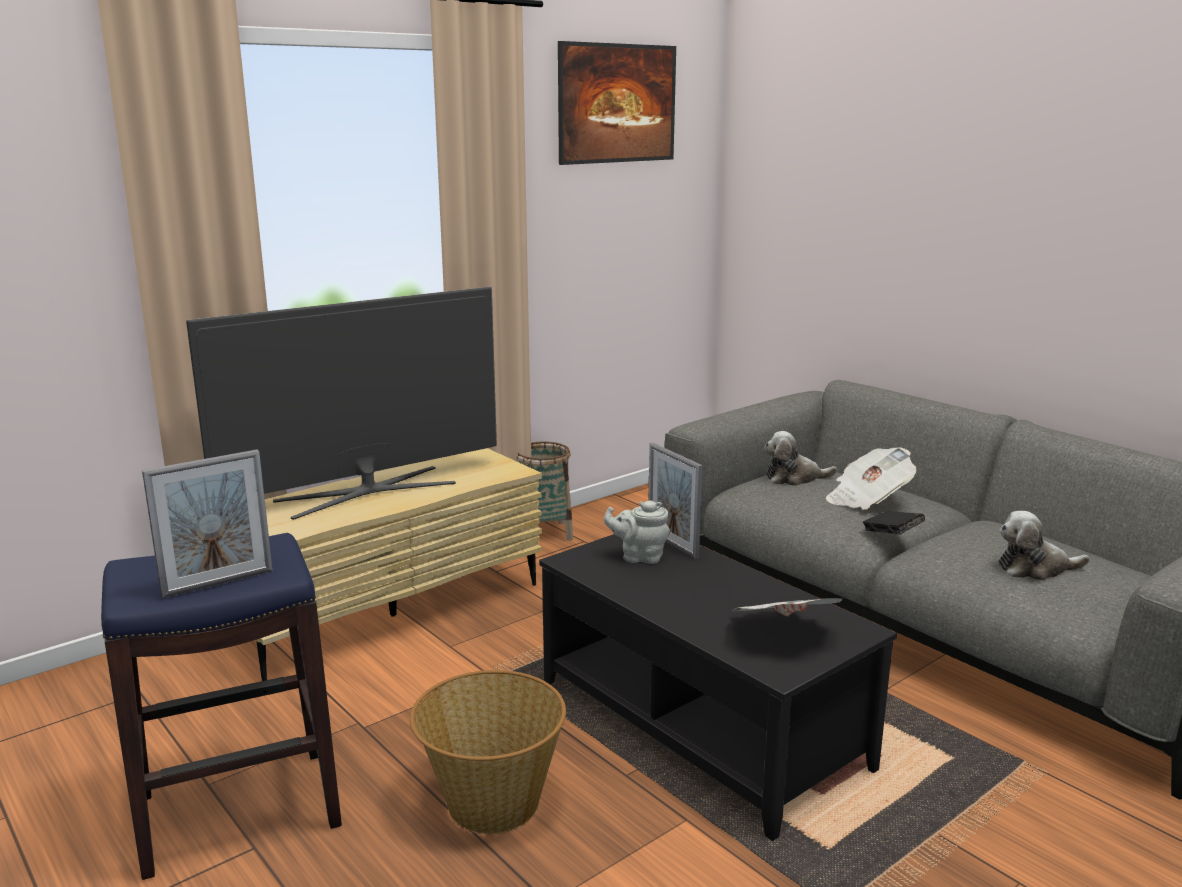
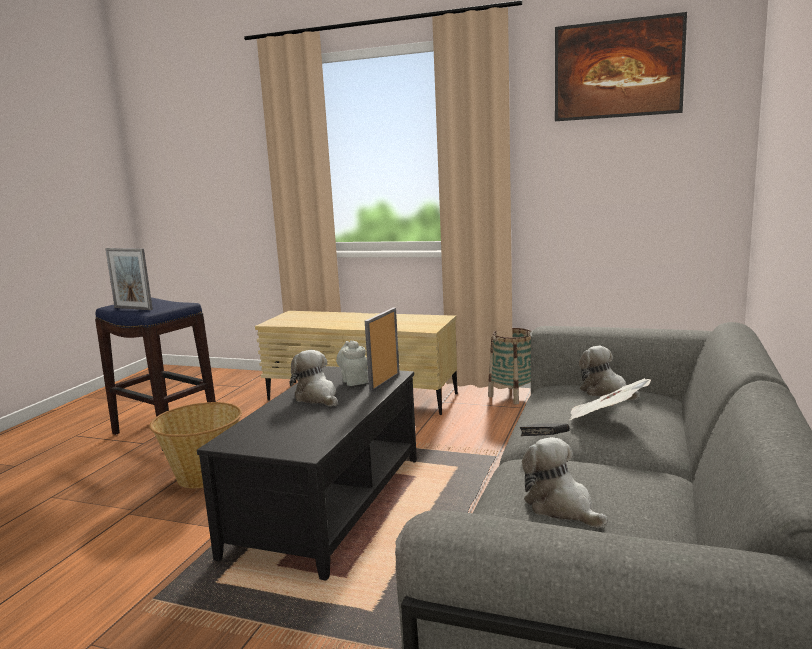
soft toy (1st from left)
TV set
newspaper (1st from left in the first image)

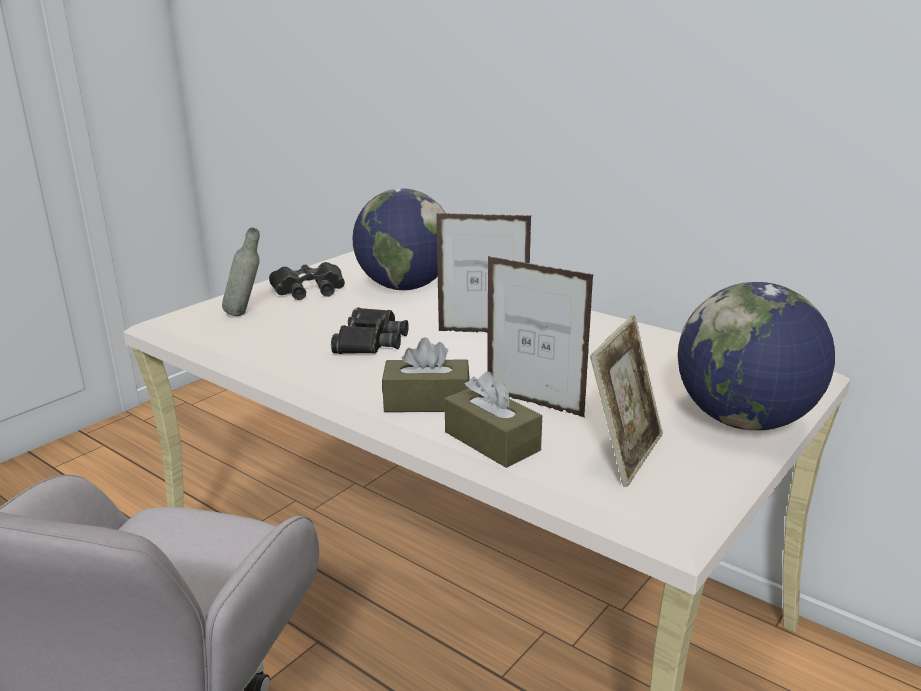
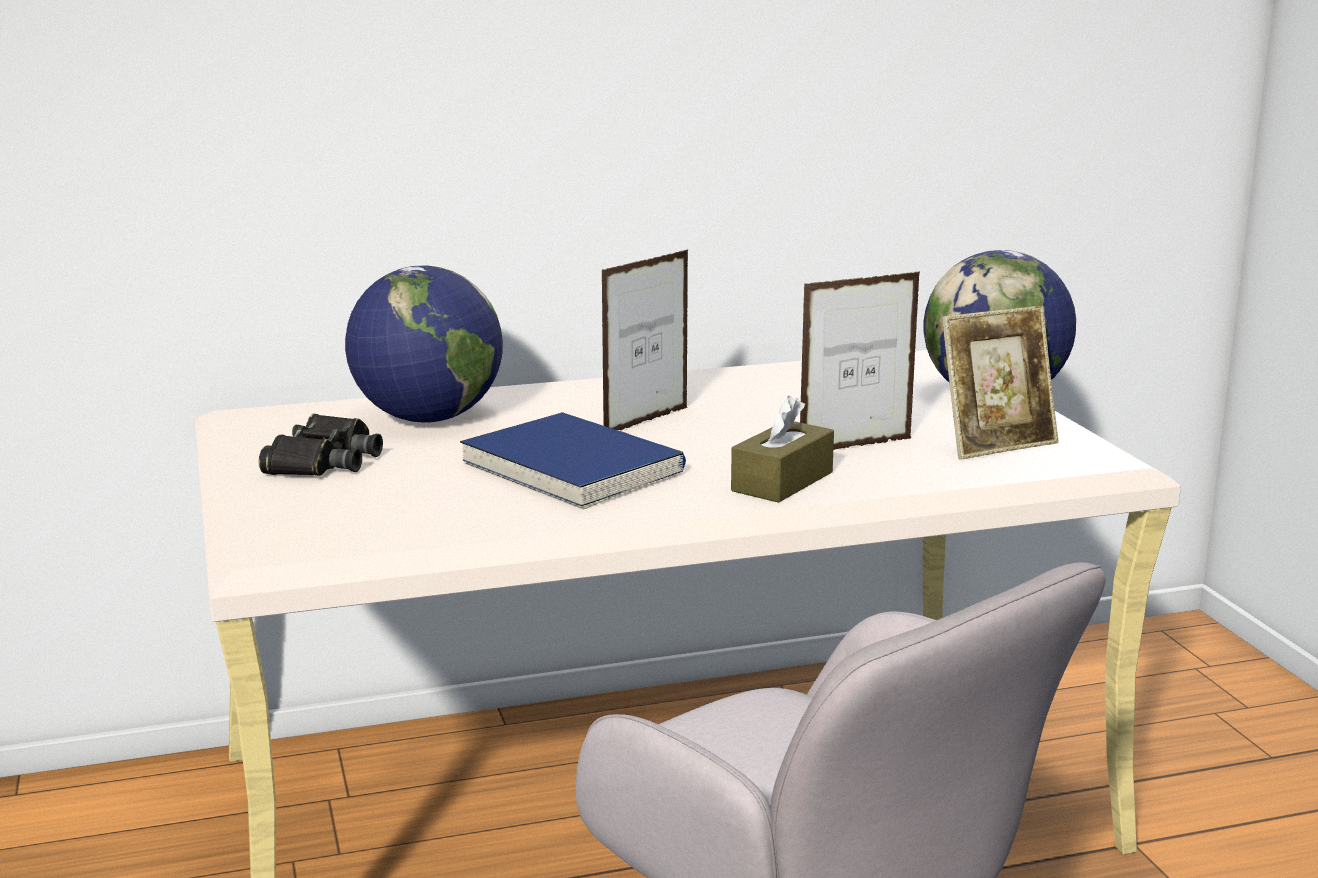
bluish bound book
picture frame (3rd from left)
greyish drink bottle
brown-coloured tissue box (2nd from left in the first image)

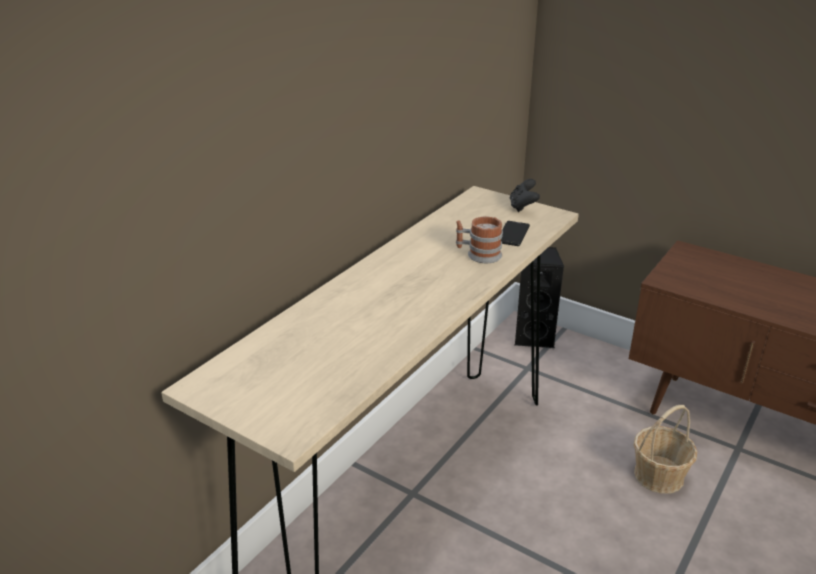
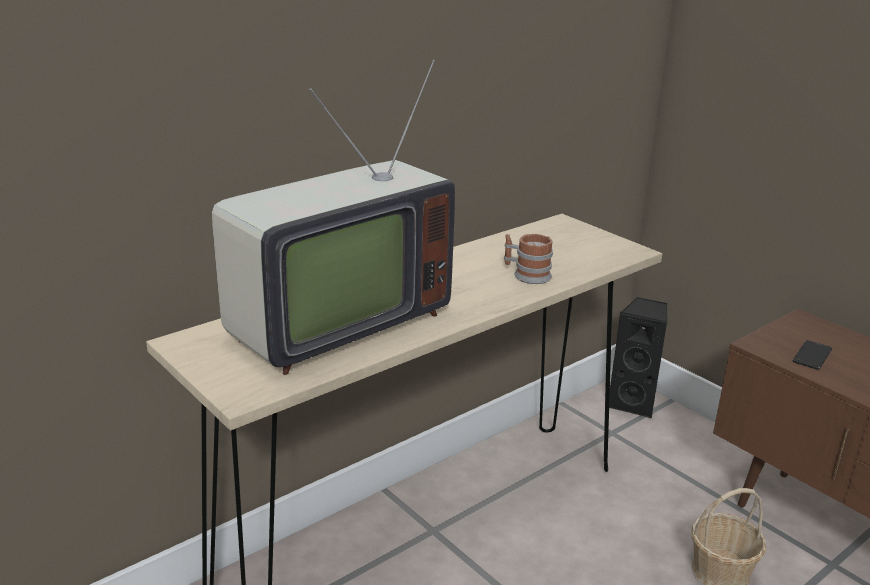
TV set
phone
blackish gamepad

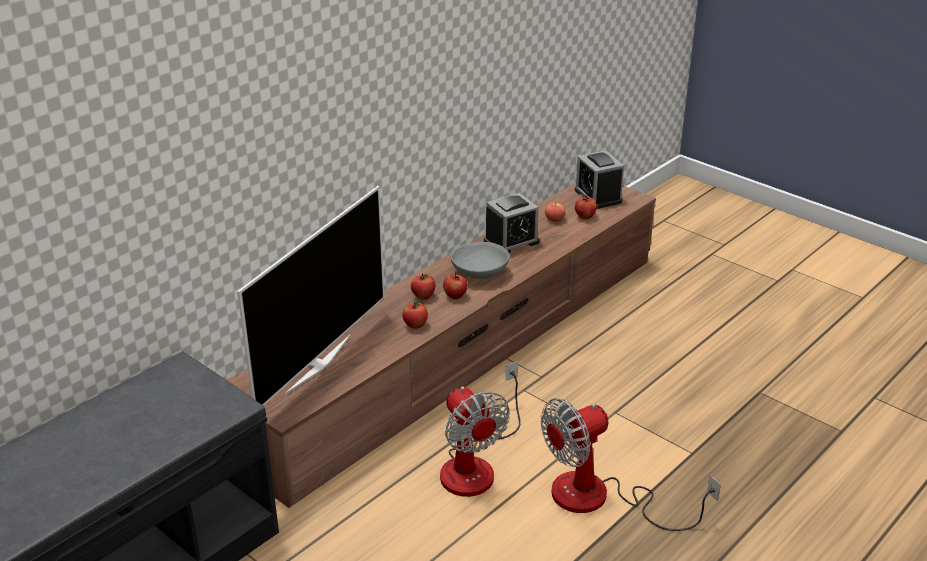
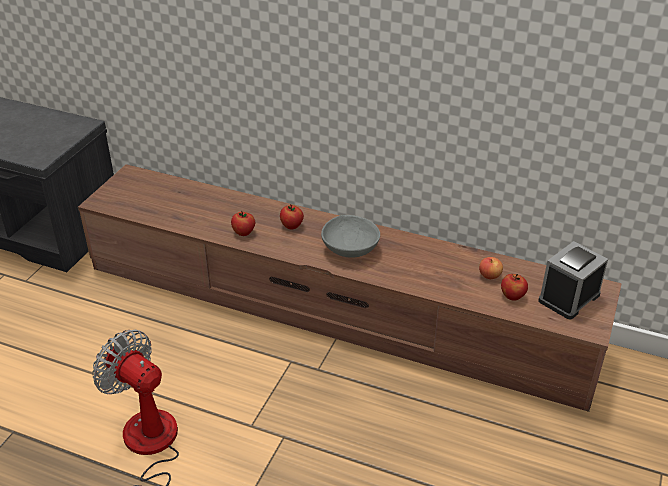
TV set
fan (1st from left in the first image)
whole apple (3rd from left in the first image)
alarm clock (1st from left in the first image)

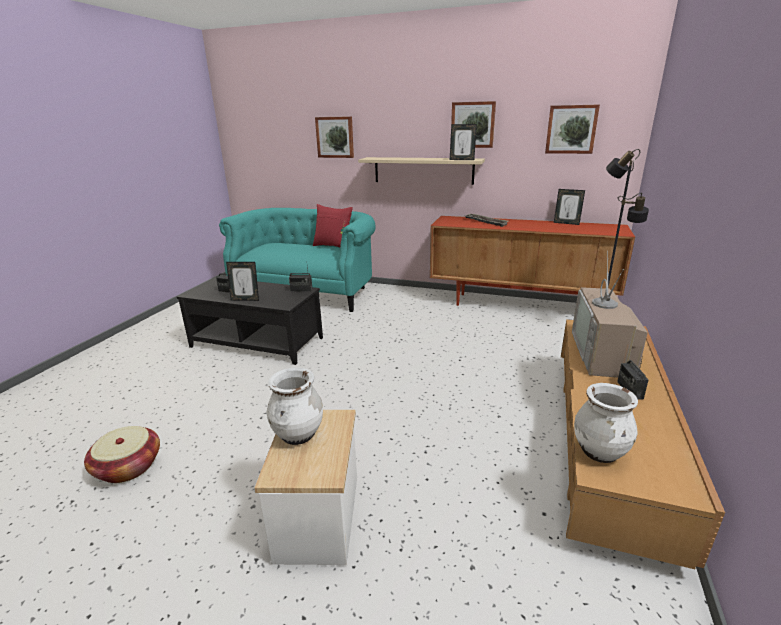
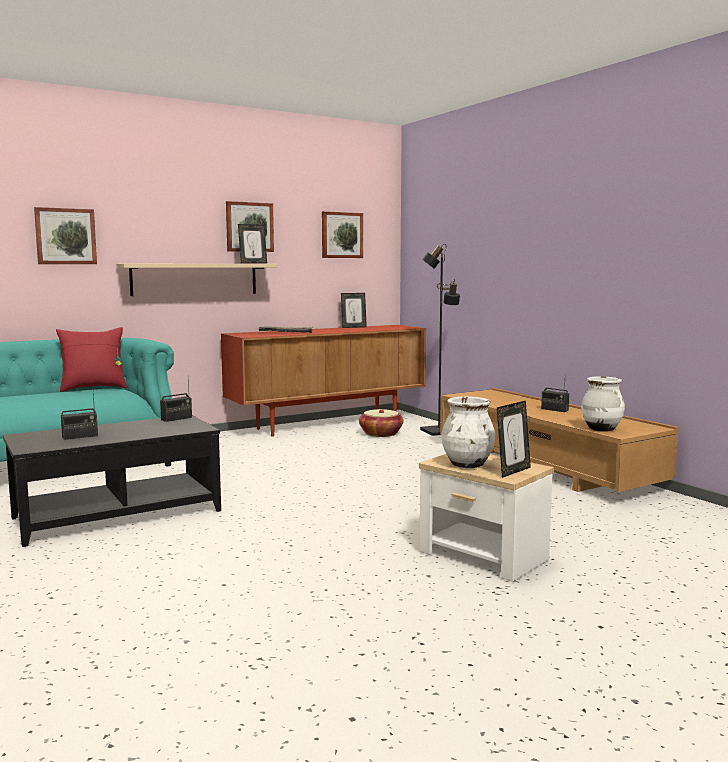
basket
picture frame (3rd from left)
TV set

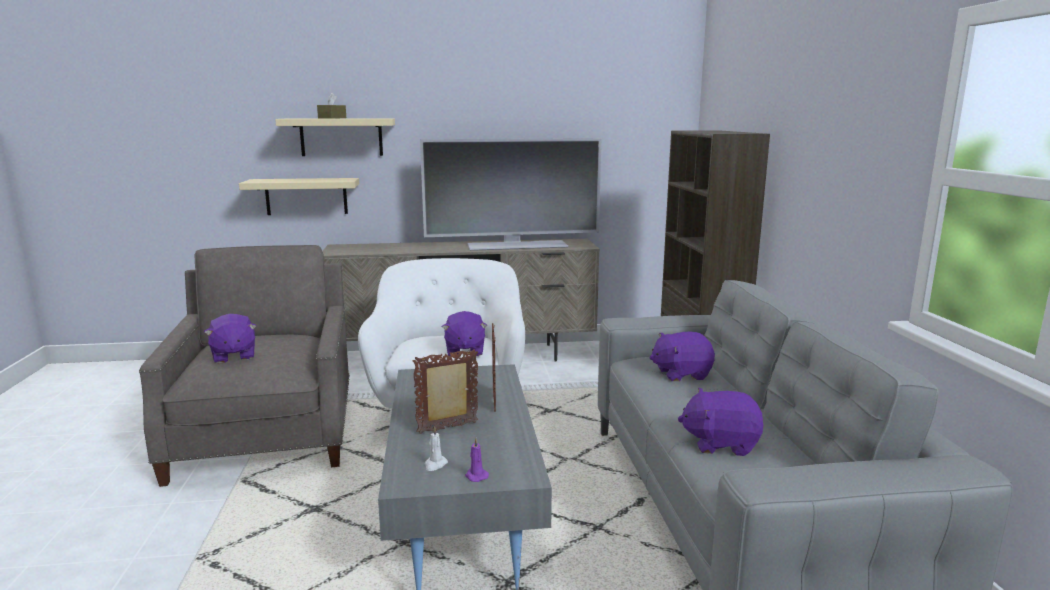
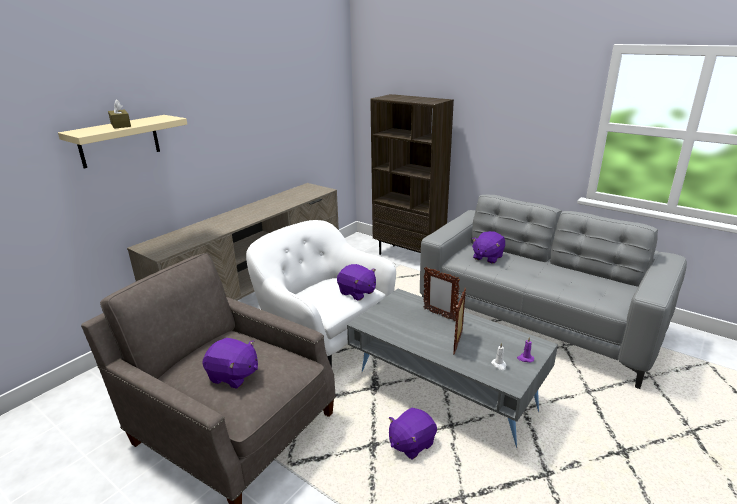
purplish soft toy (3rd from left)
sand-coloured wall shelf (1st from left in the first image)
TV set

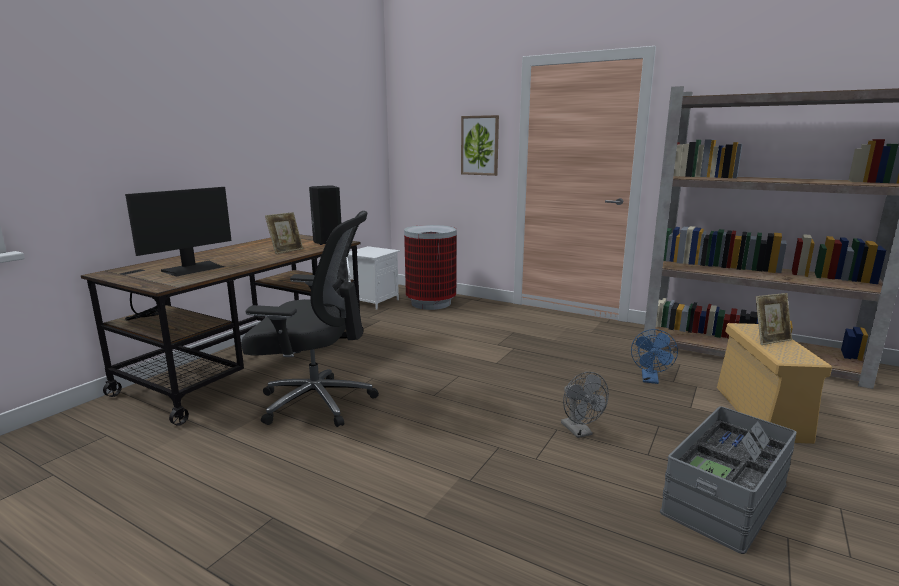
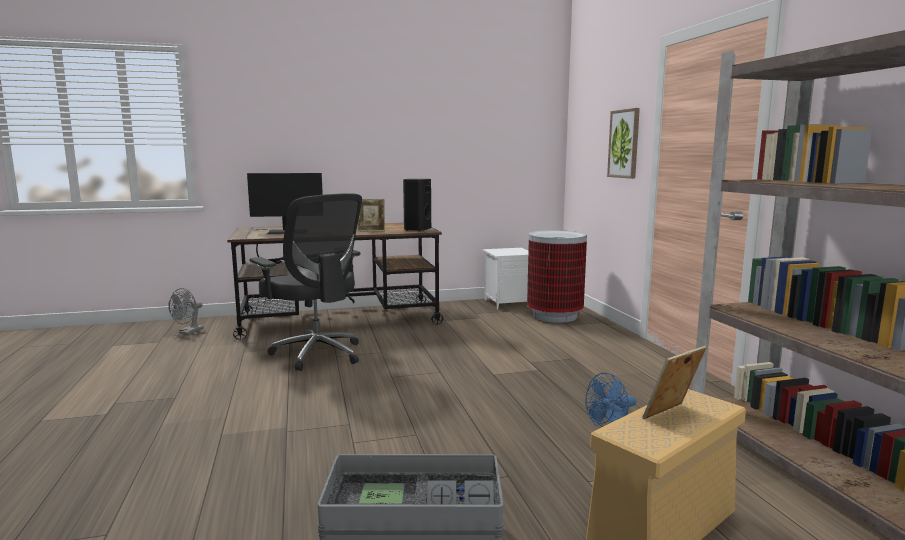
greyish fan
picture frame (2nd from left)

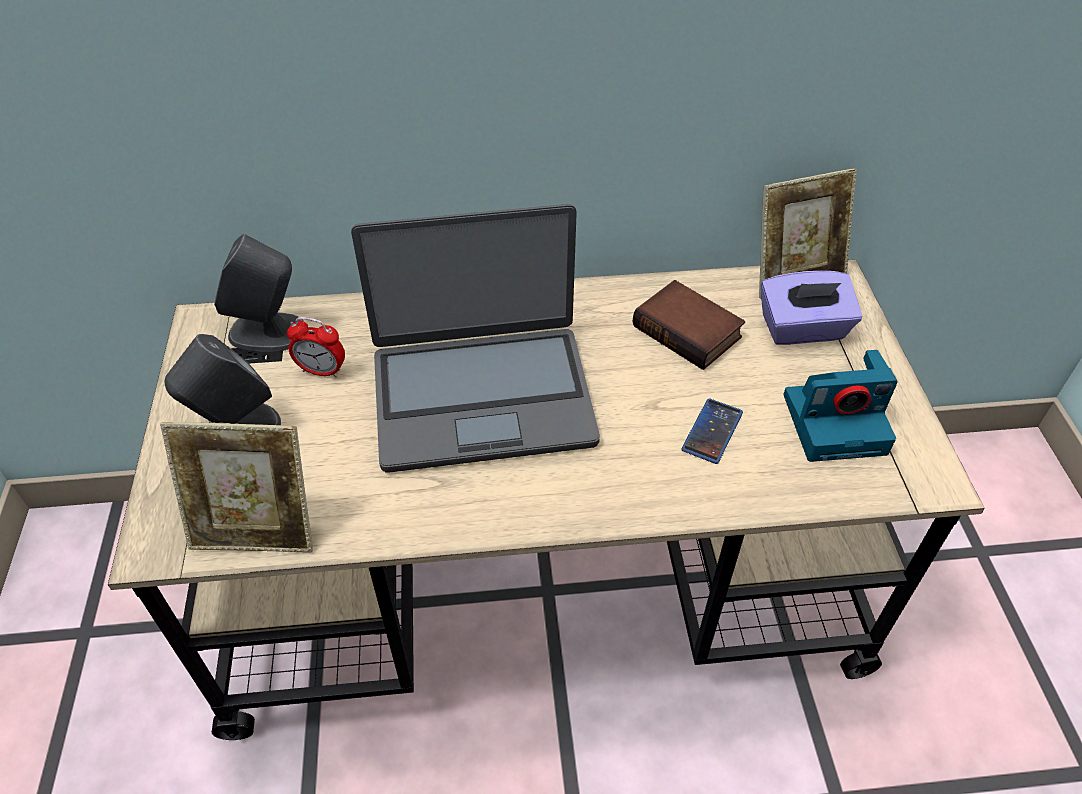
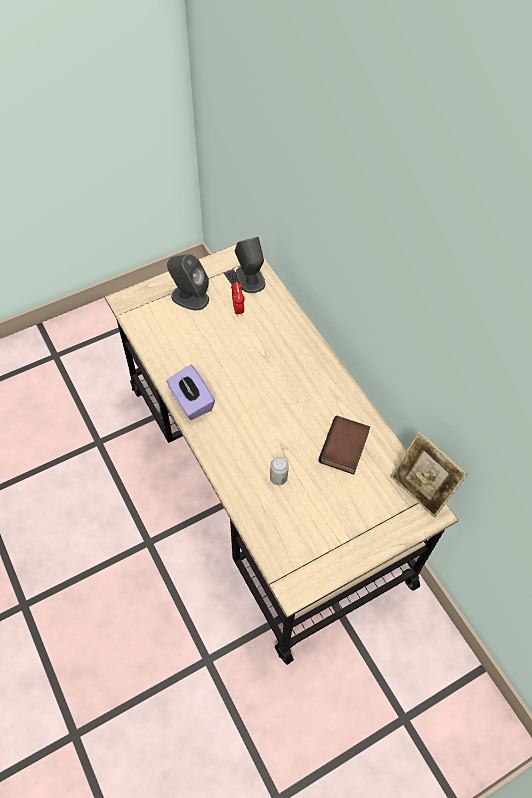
purplish tissue box
can
picture frame (1st from left in the first image)
portable computer
photo camera

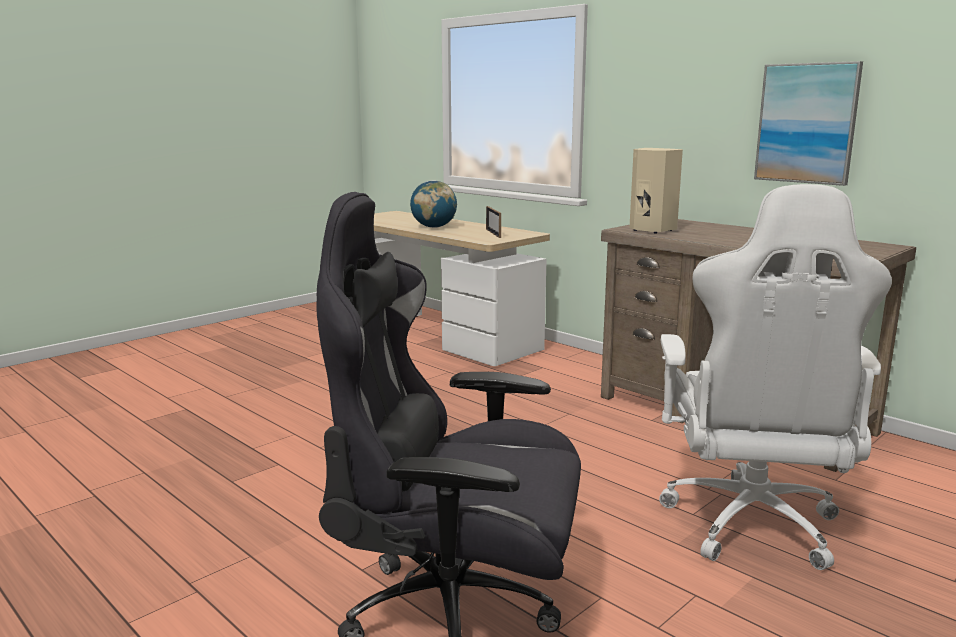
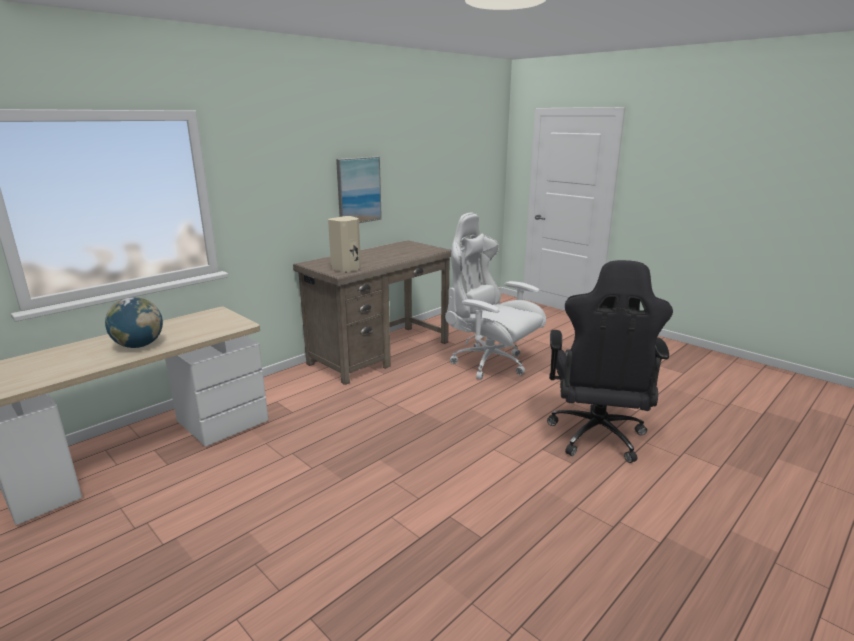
white office chair
picture frame

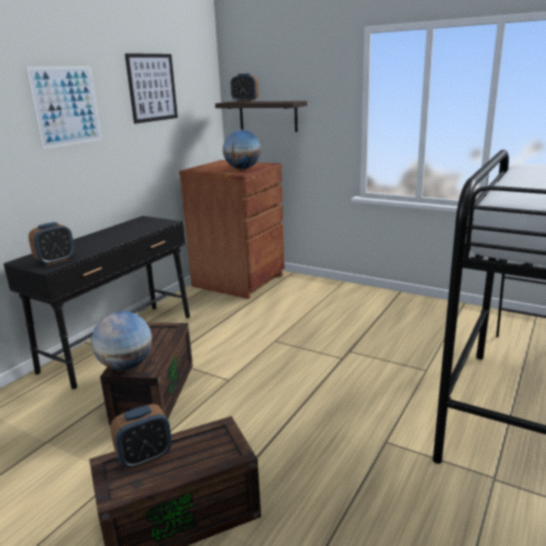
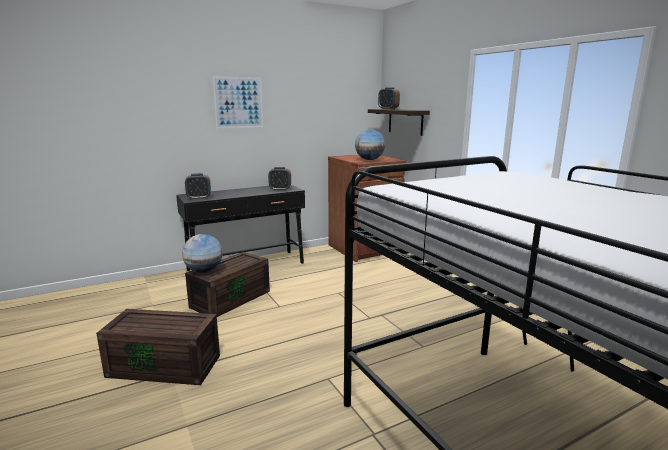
alarm clock (2nd from left)
picture (2nd from left in the first image)

